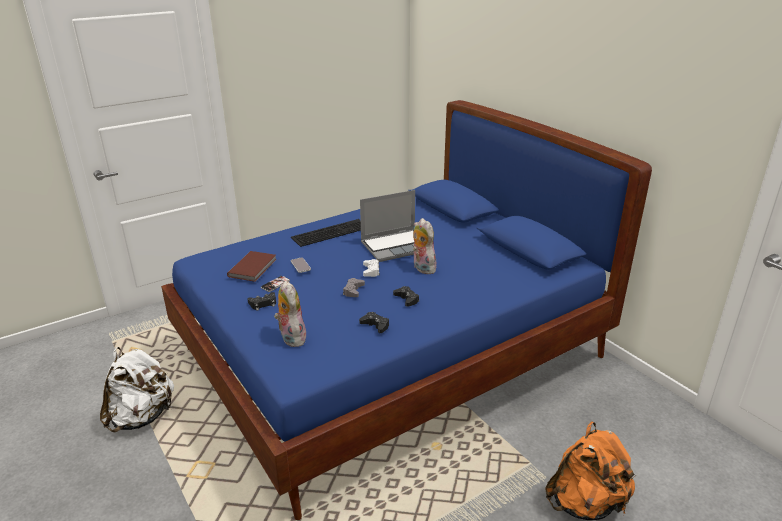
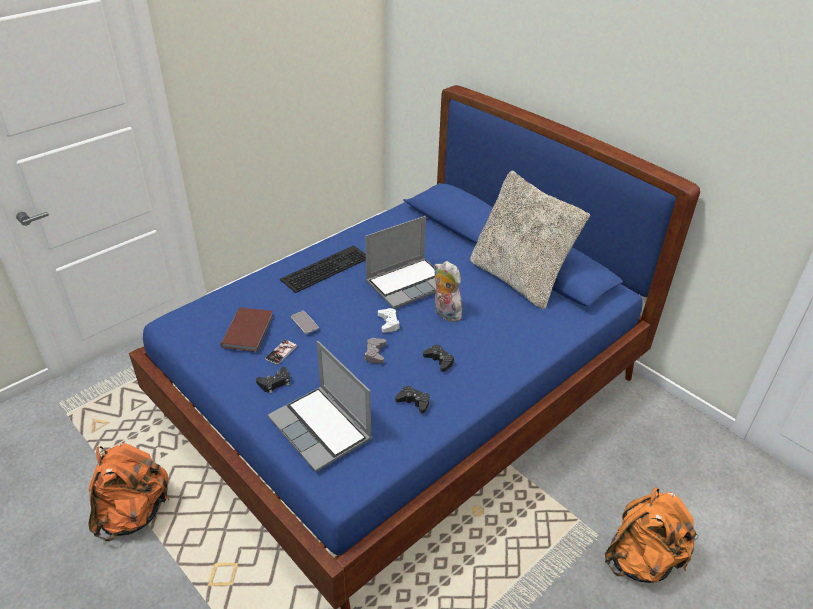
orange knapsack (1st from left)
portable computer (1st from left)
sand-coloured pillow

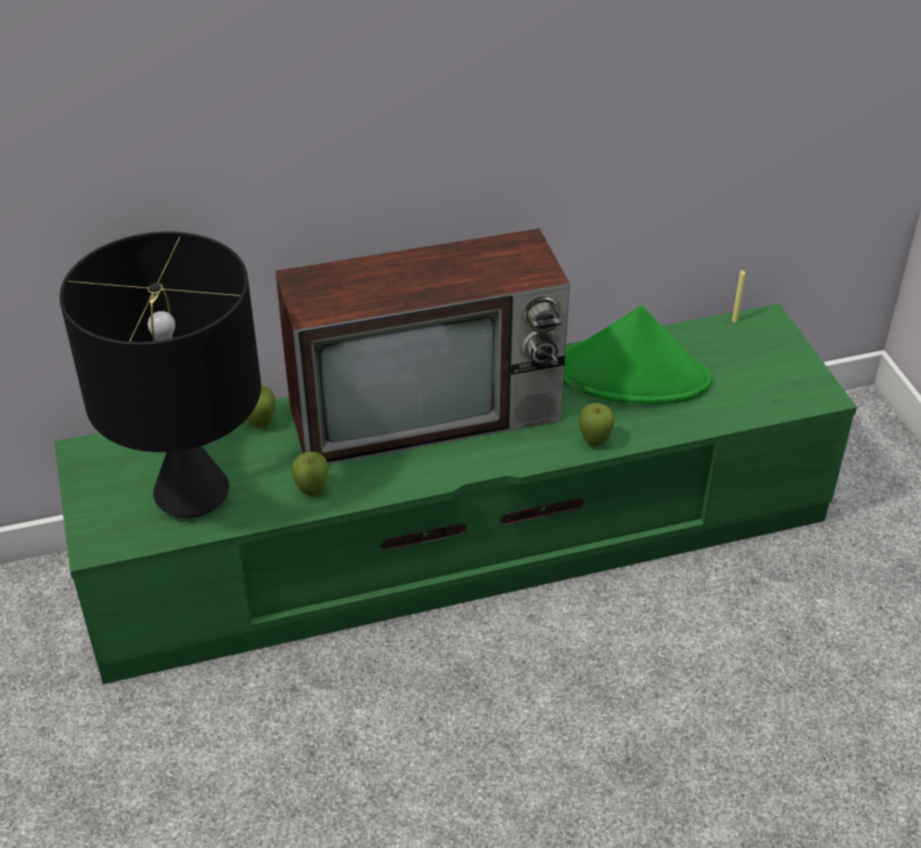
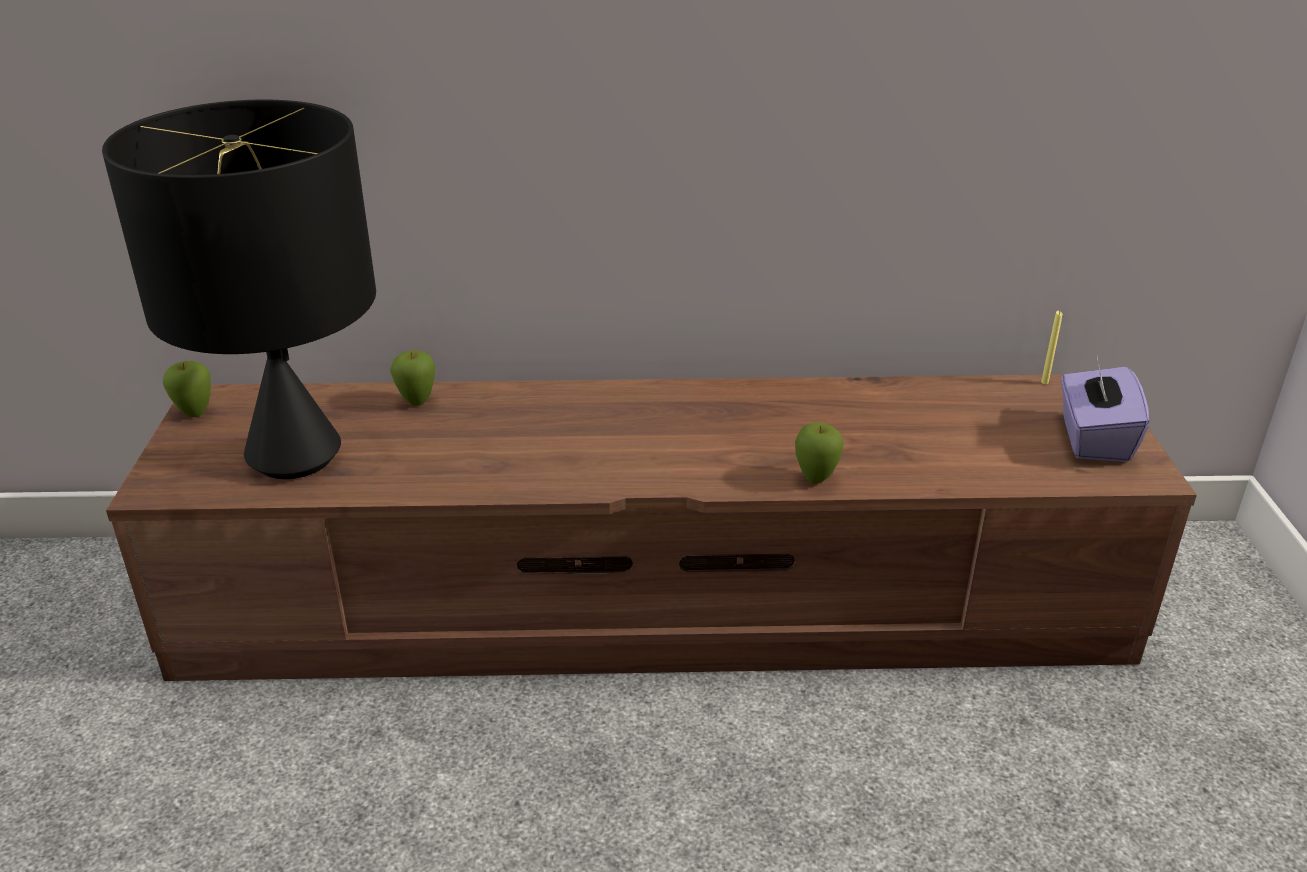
brown-coloured tv unit
whole apple (1st from left)
purplish tissue box
TV set
greenish clothing hat

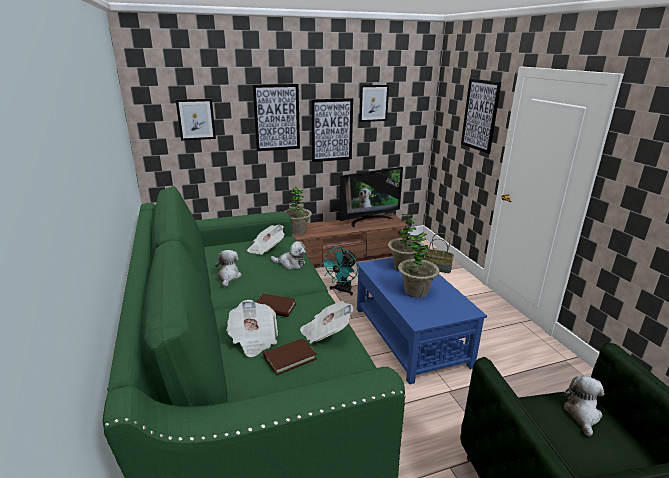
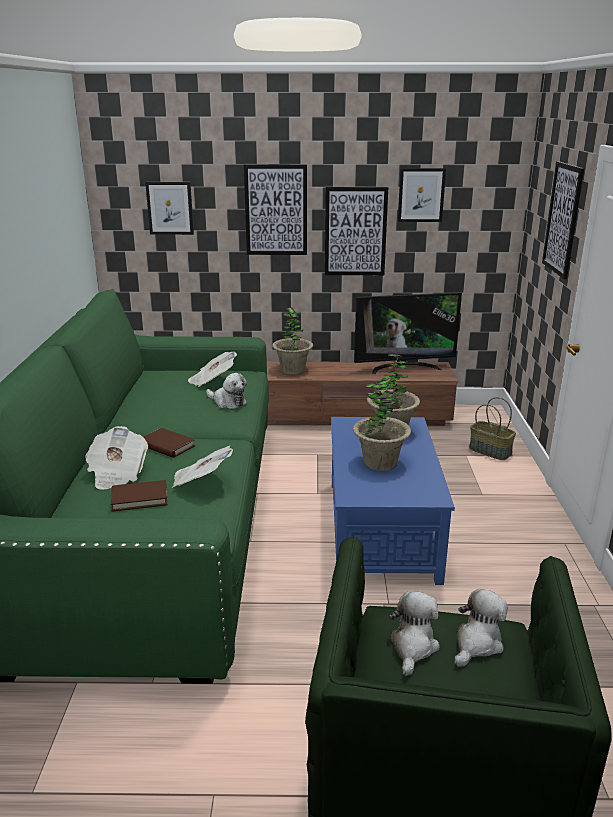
soft toy (2nd from left)
turquoise fan

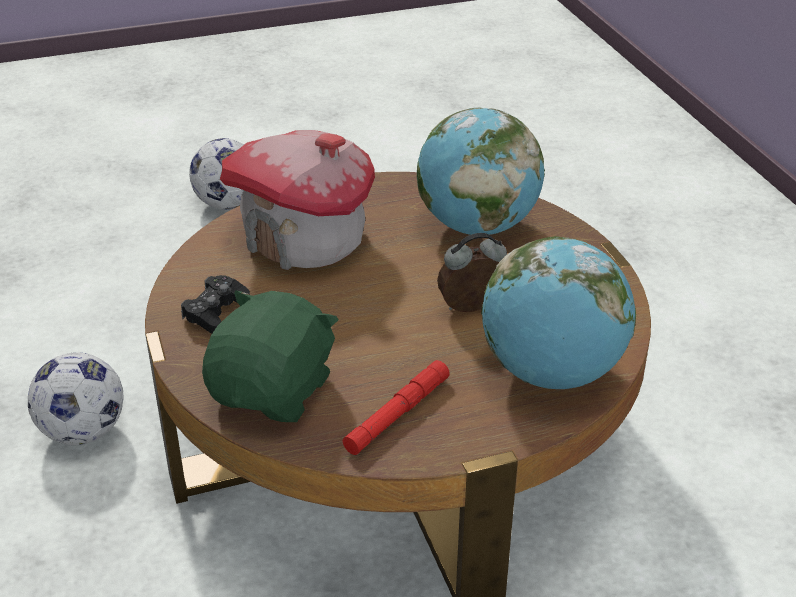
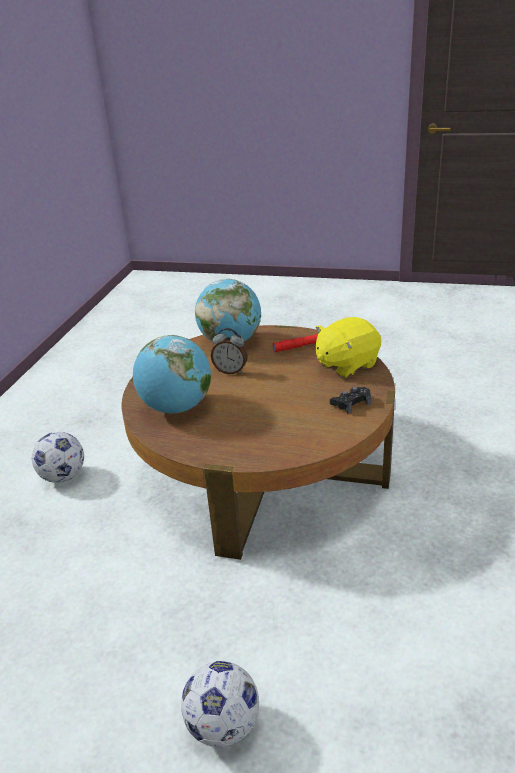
ball for football (1st from left)
yellowish soft toy
miniature house

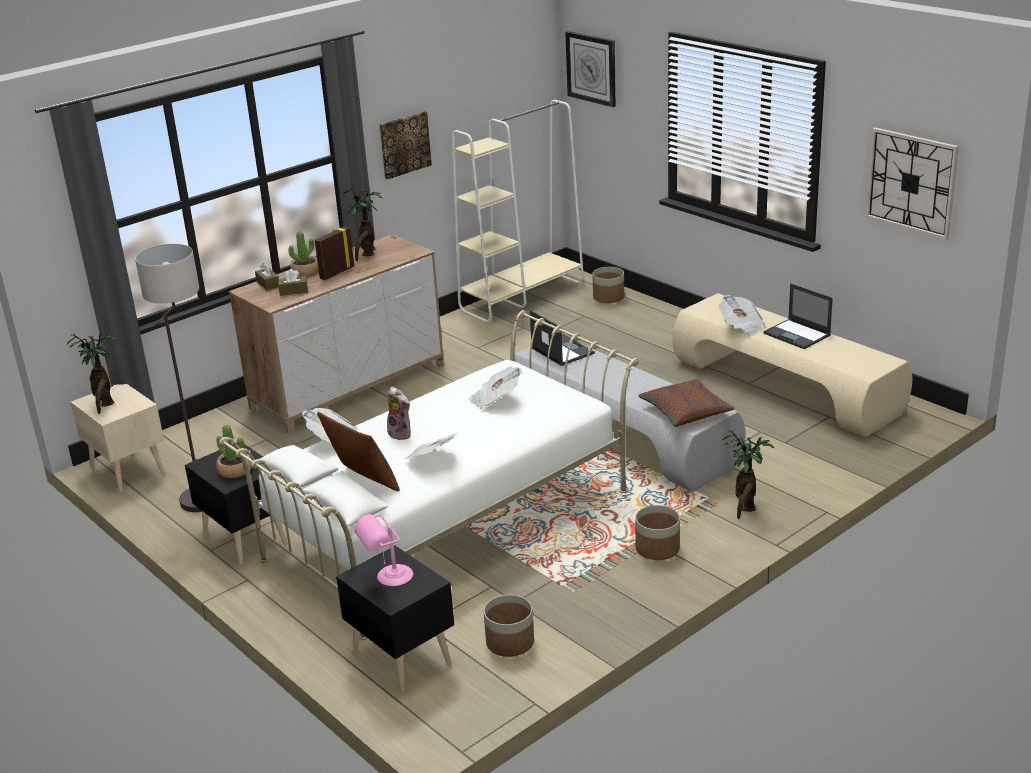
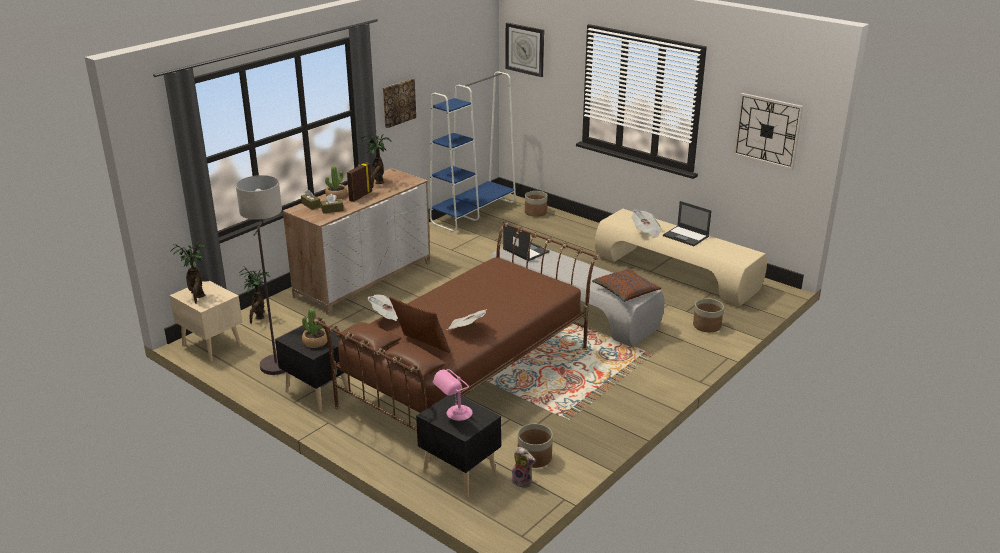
houseplant (2nd from left)
brown-coloured bed
bluish garment stand
soft toy
planter (3rd from left)
newspaper (3rd from left in the first image)

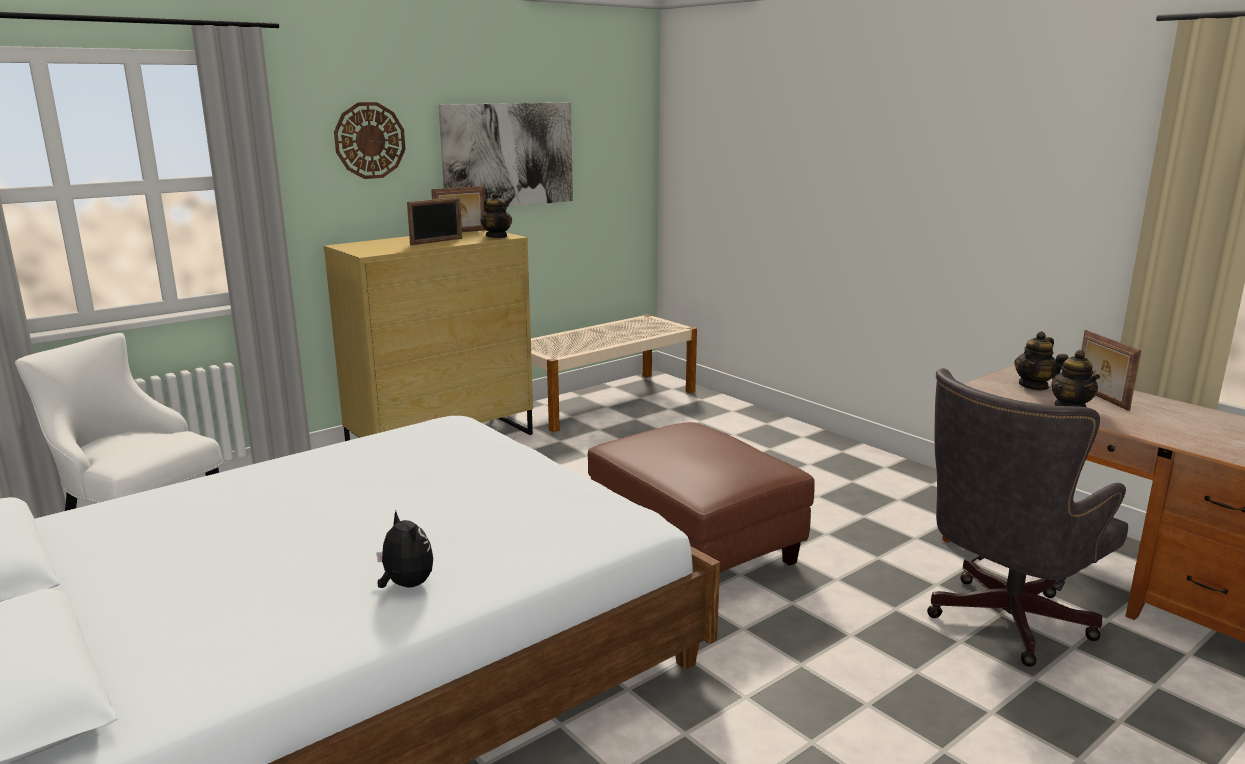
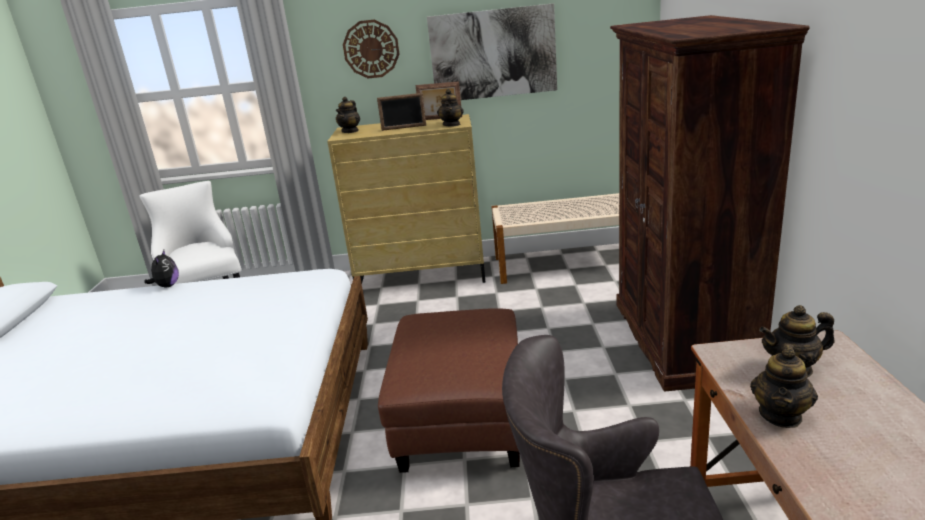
soft toy
pot for tea (1st from left)
brown-coloured armoire
picture frame (3rd from left in the first image)

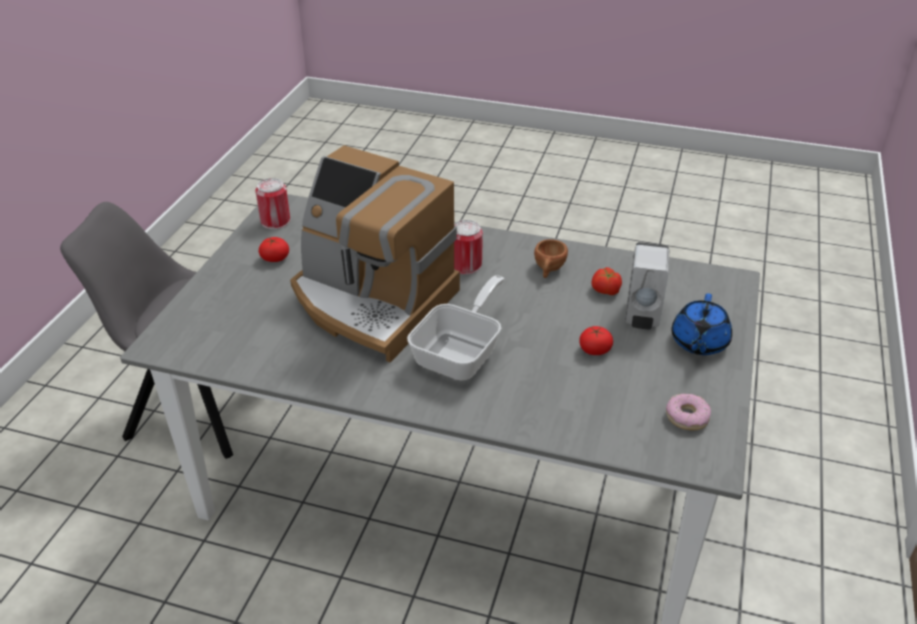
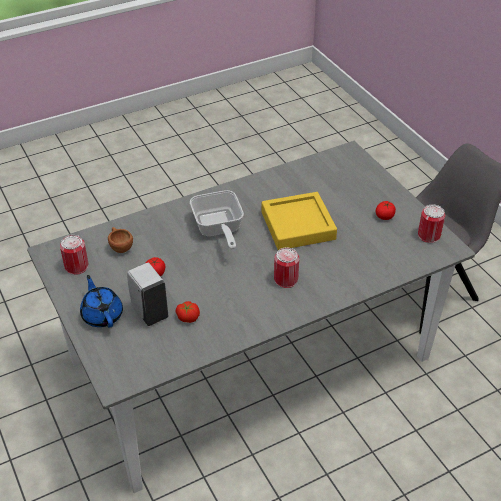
can (1st from left)
brown-coloured small cup
yellowish serving tray

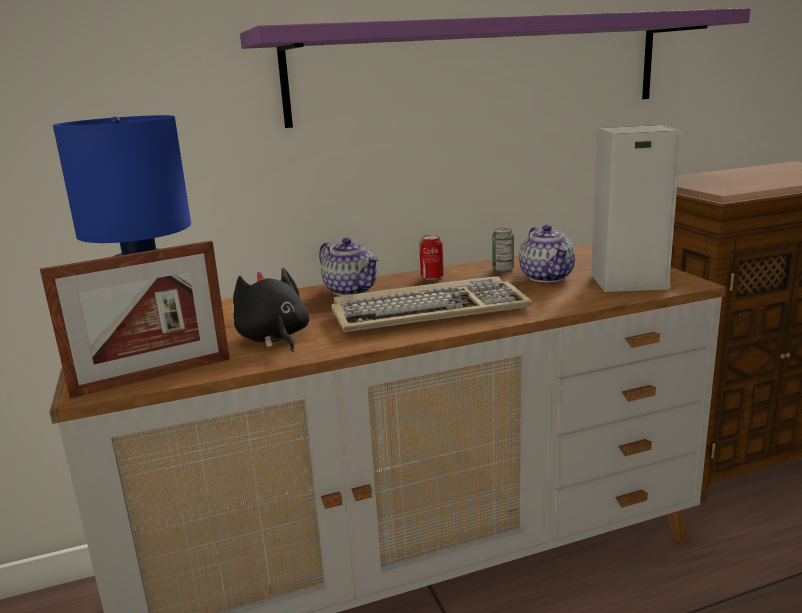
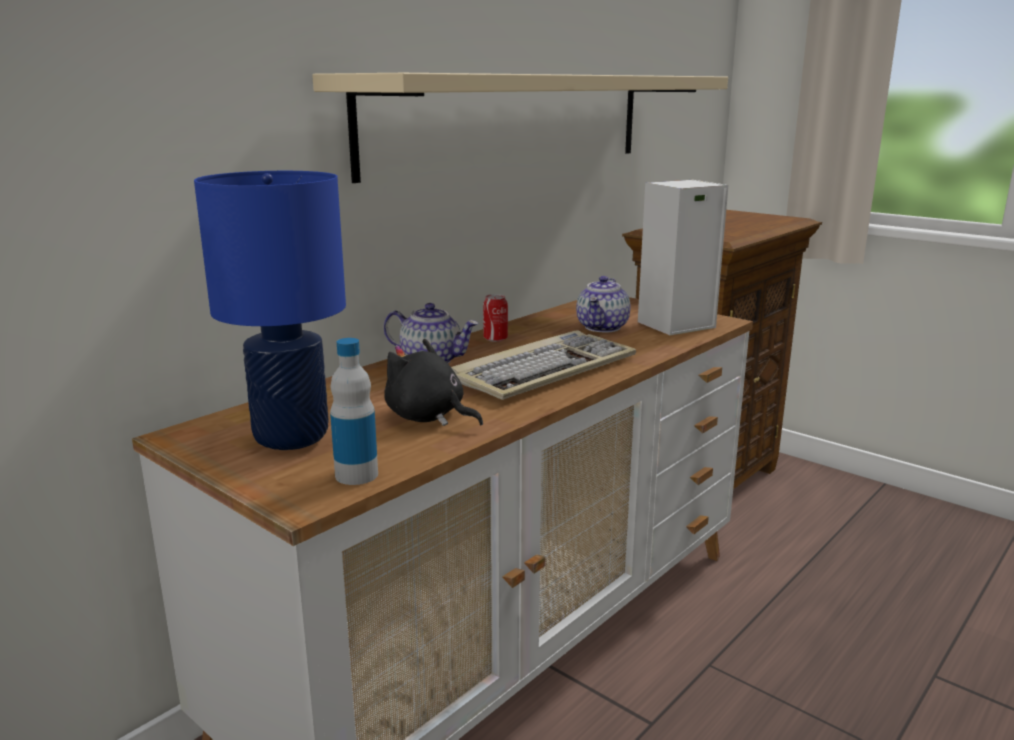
sand-coloured wall shelf
drink bottle
pot for tea (2nd from left)
can (2nd from left in the first image)

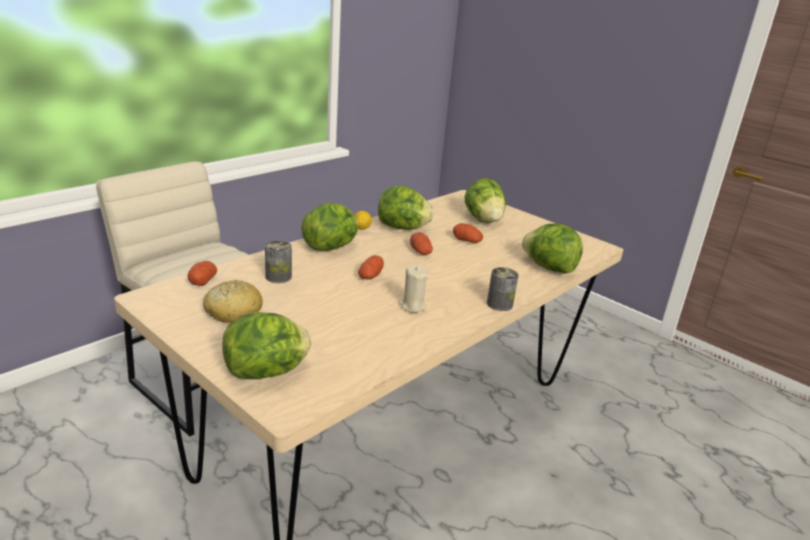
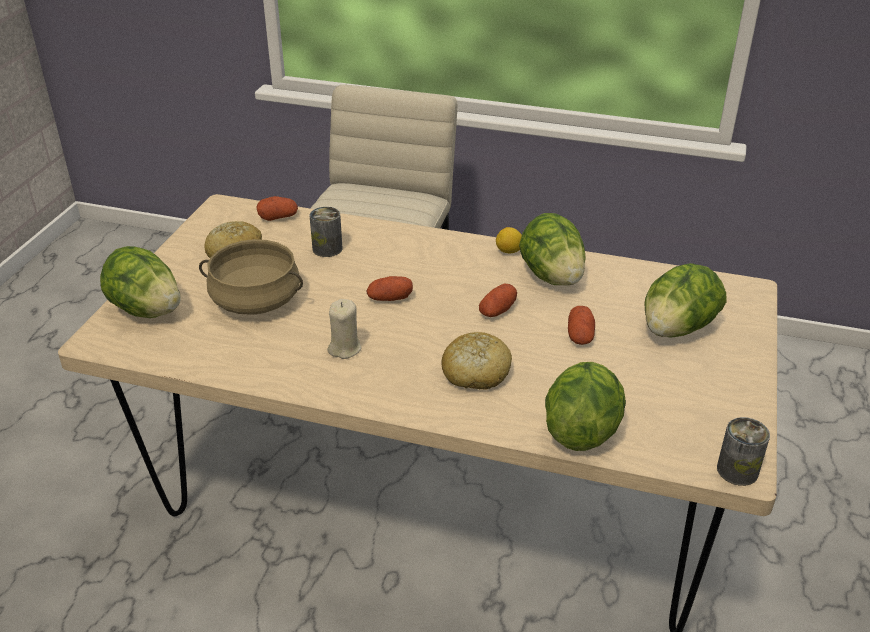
sand-coloured cooking pot
bakery bread (2nd from left)
can (2nd from left)
lettuce (2nd from left in the first image)

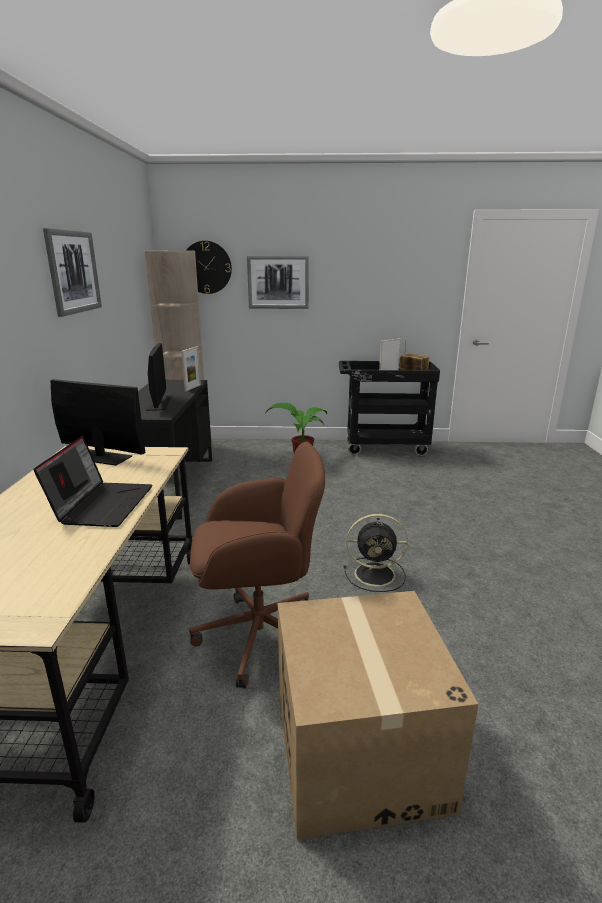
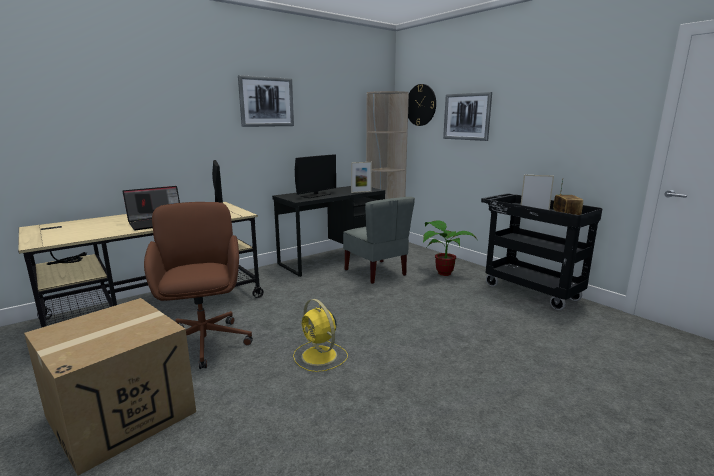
brown-coloured office chair
yellowish fan
greyish chair

